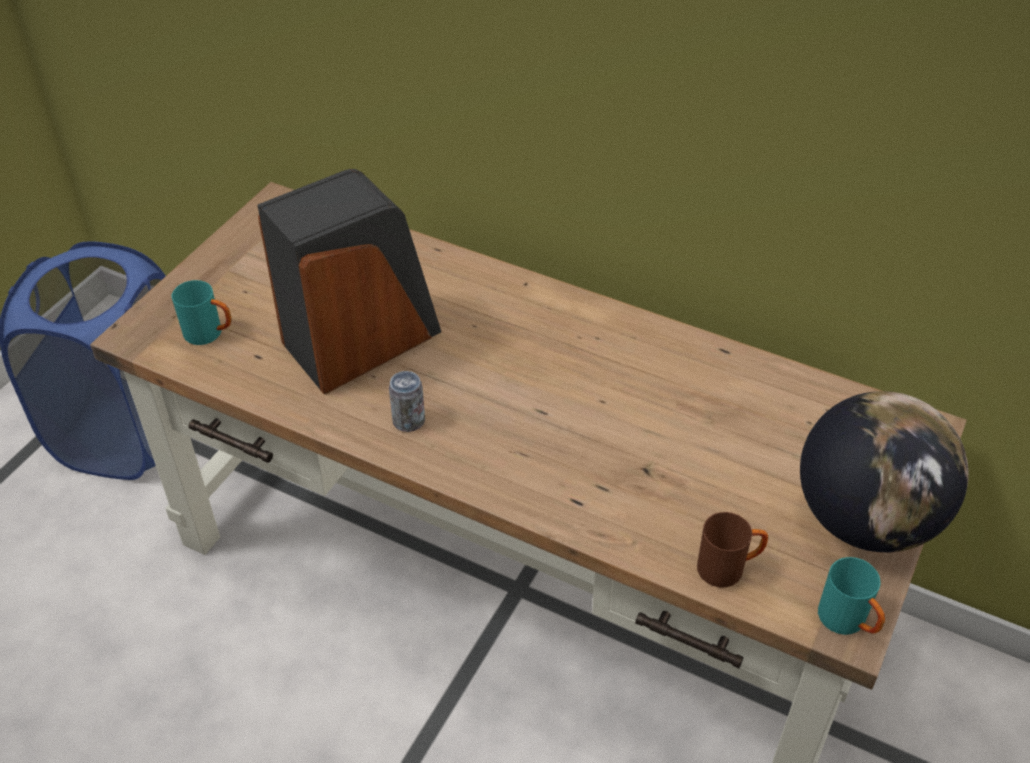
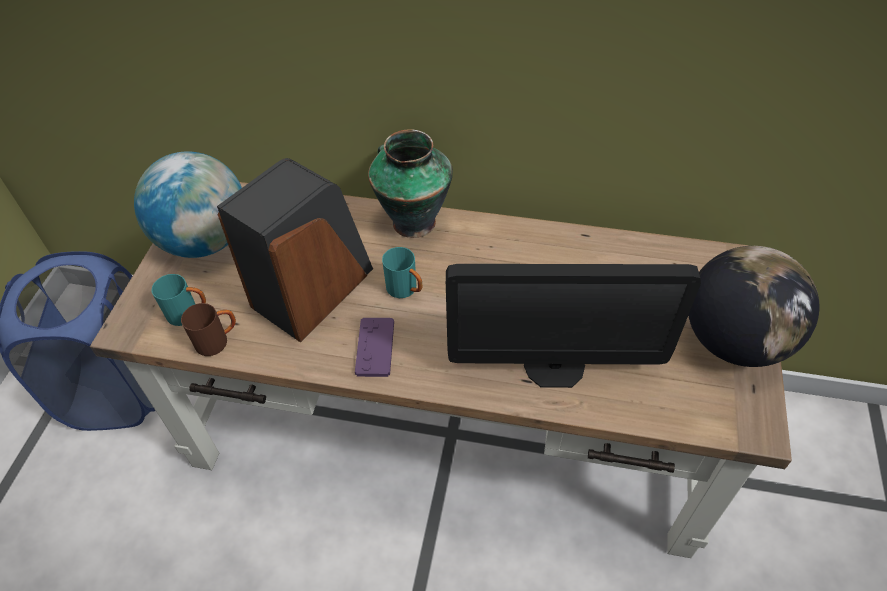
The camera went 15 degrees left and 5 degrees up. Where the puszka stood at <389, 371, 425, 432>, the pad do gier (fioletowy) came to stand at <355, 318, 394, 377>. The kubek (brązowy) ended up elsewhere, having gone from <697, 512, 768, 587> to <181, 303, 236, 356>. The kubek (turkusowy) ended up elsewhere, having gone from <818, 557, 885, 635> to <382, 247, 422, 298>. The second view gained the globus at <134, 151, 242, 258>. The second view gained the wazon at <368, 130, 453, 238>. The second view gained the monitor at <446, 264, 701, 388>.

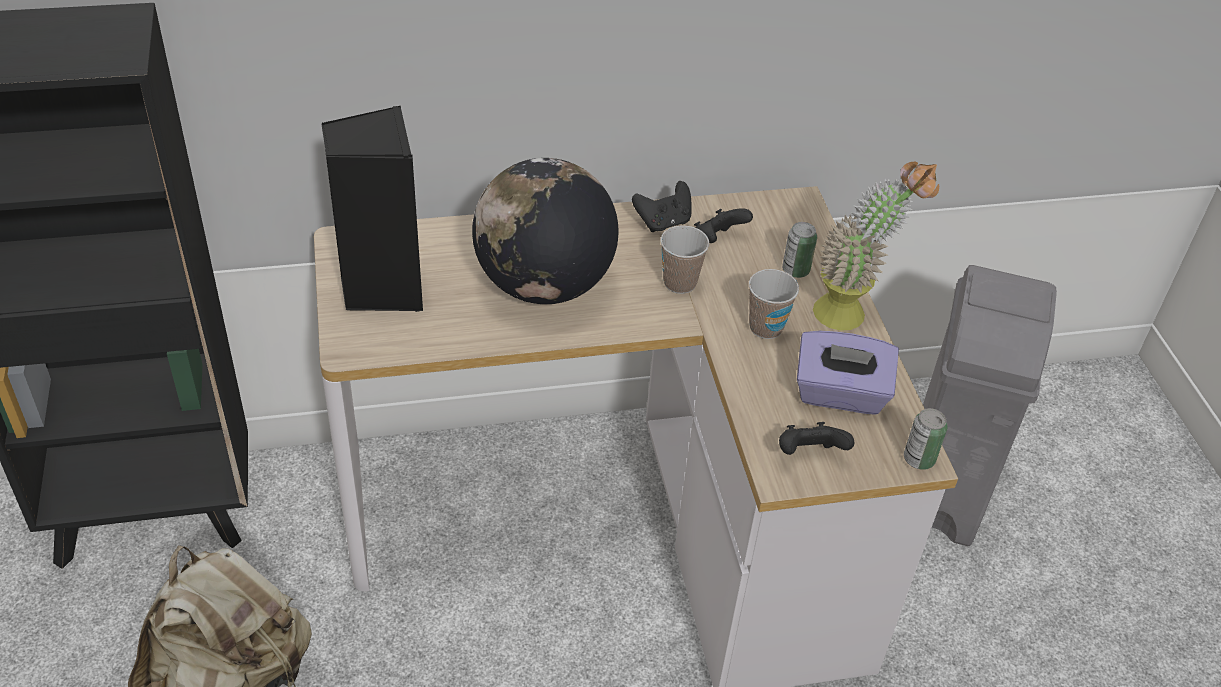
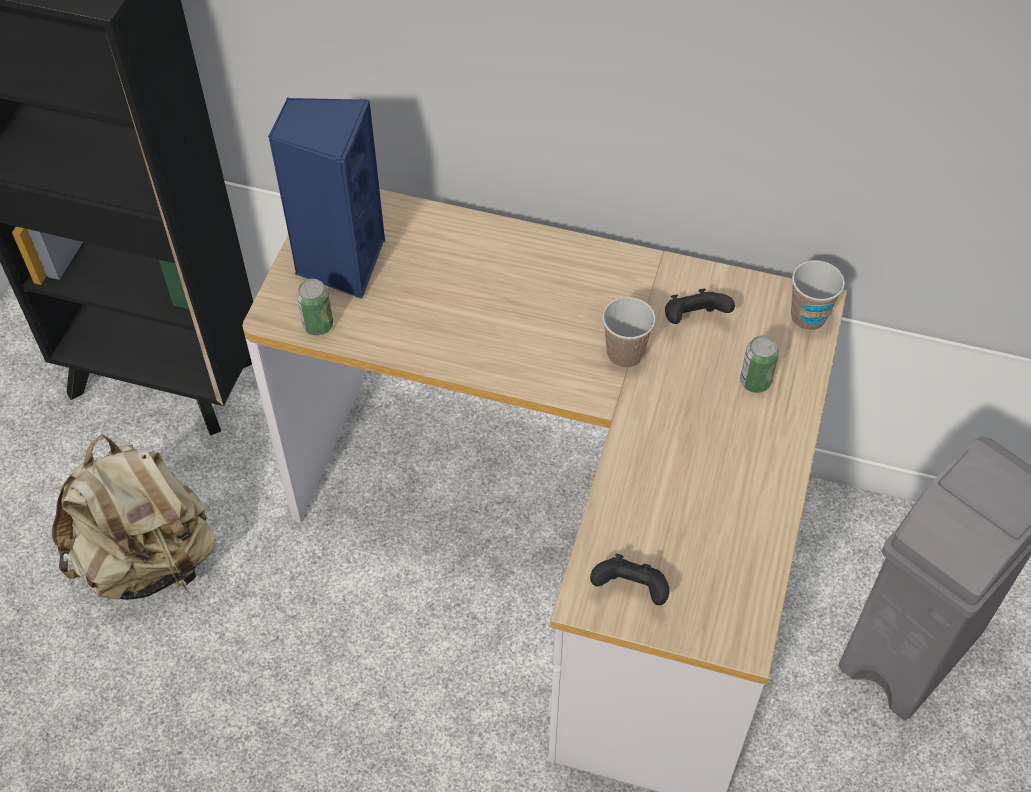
The camera went 30 degrees right and 10 degrees up. What was the głośnik (czarny) at <321, 106, 423, 312> turned into the głośnik (niebieski) at <268, 98, 385, 299>. The second view lost the globus at <472, 158, 619, 304>. The second view lost the pad do gier (czarny) at <632, 181, 692, 232>. The filiżanka ended up elsewhere, having gone from <749, 269, 799, 339> to <791, 260, 845, 331>. The second view lost the pudełko chusteczek (fioletowy) at <797, 331, 899, 415>. The second view lost the roślina doniczkowa at <813, 162, 939, 331>. The puszka ended up elsewhere, having gone from <904, 408, 948, 470> to <297, 279, 333, 335>.

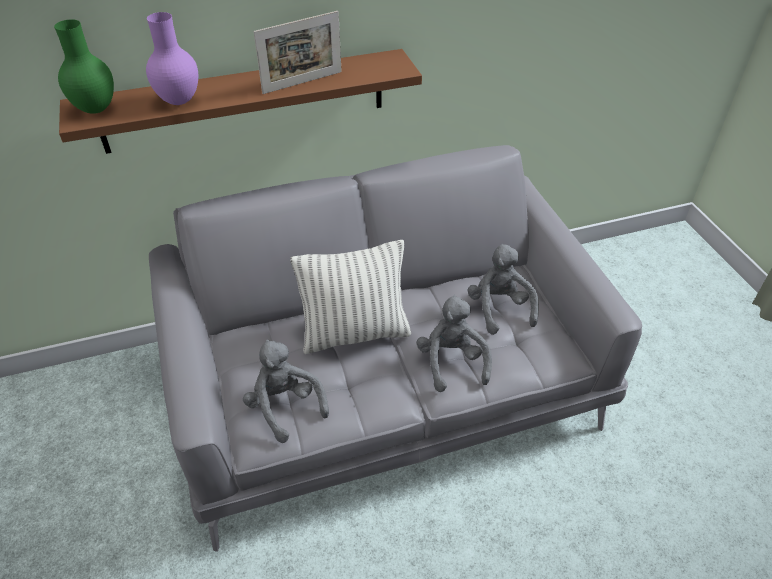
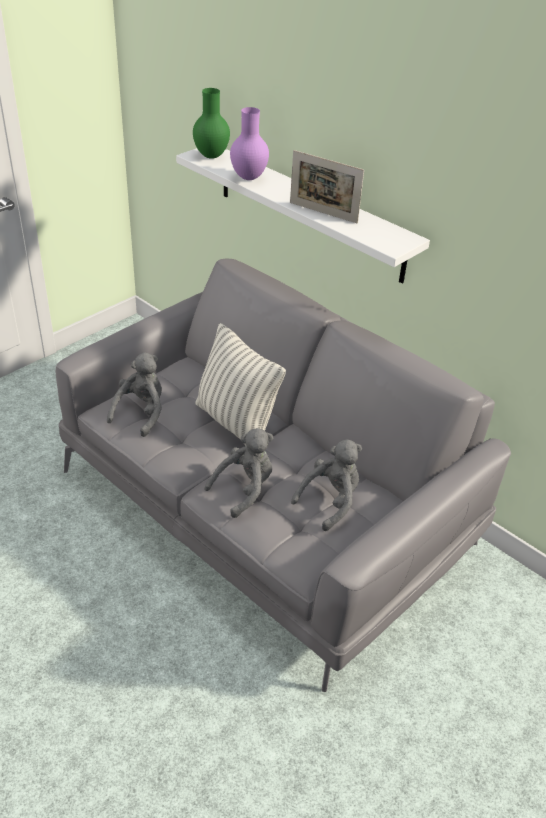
The camera went 60 degrees right and 5 degrees down. What was the półka (brązowy) at <59, 49, 422, 154> turned into the półka (biały) at <176, 148, 430, 284>.

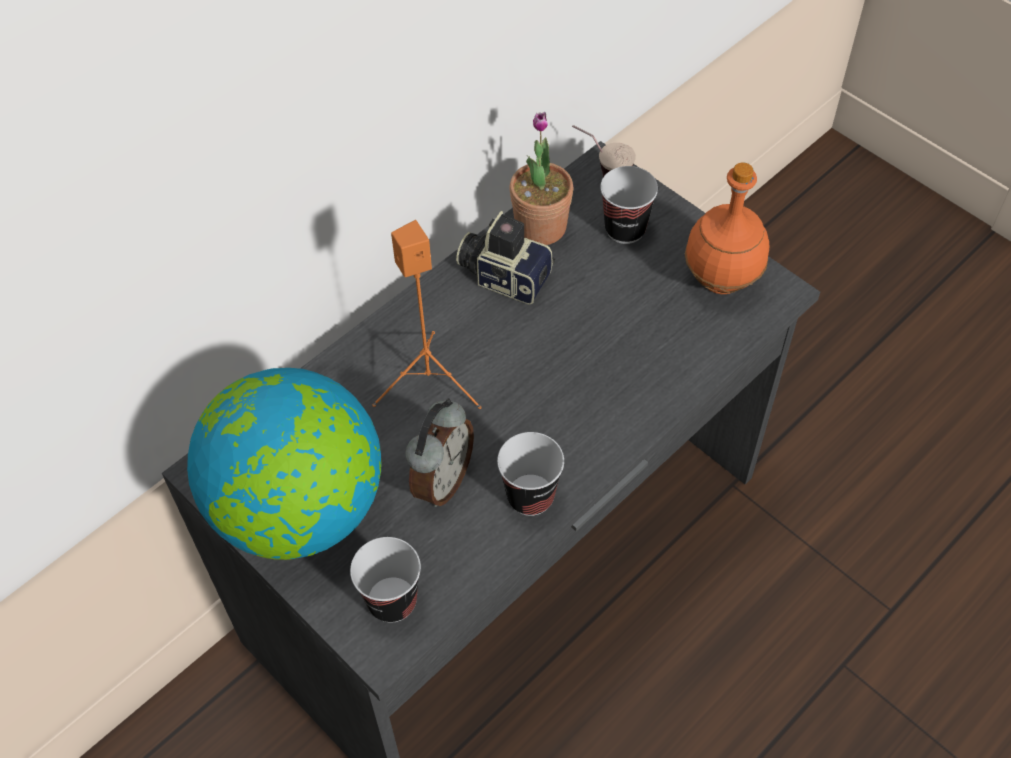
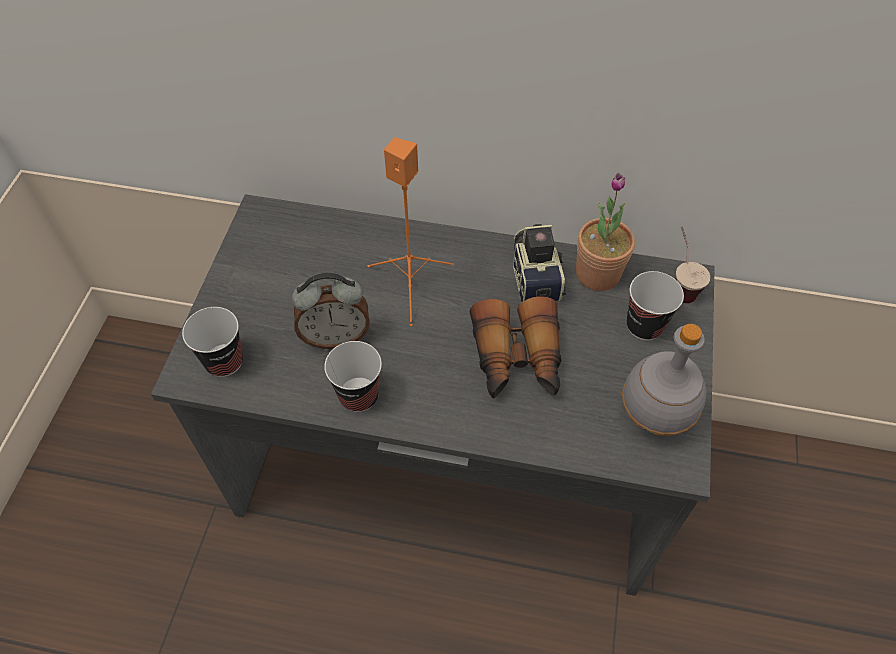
The camera went 55 degrees right and 0 degrees up. The second view lost the globus at <187, 368, 382, 560>. What was the butelka (pomarańczowy) at <685, 162, 769, 294> turned into the butelka (szary) at <622, 324, 707, 436>. The second view gained the lornetka at <470, 296, 561, 398>.

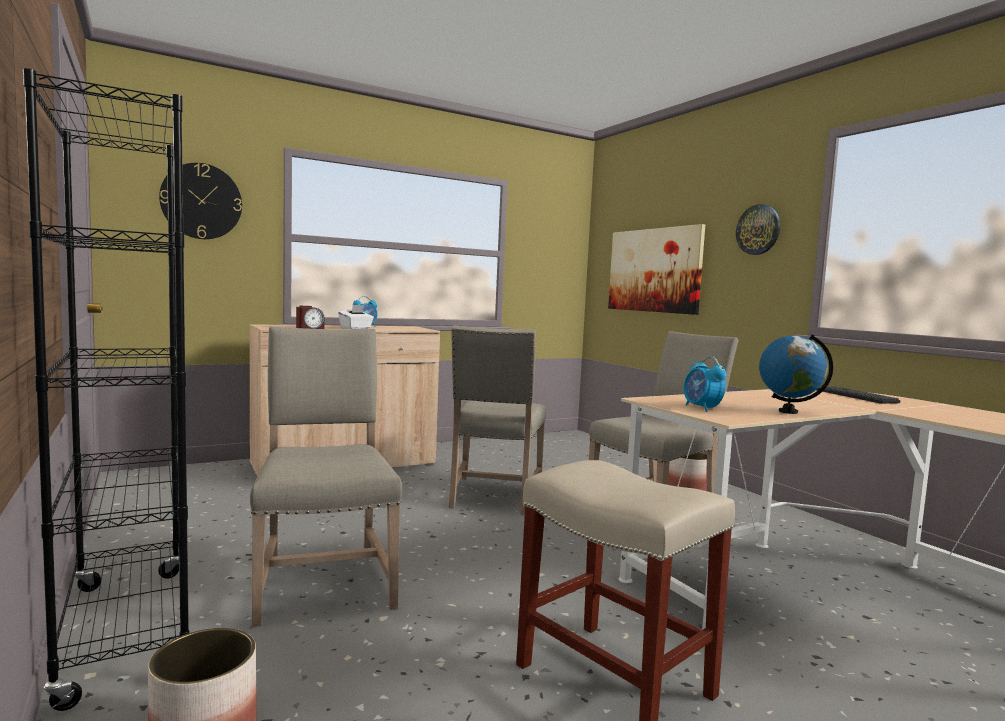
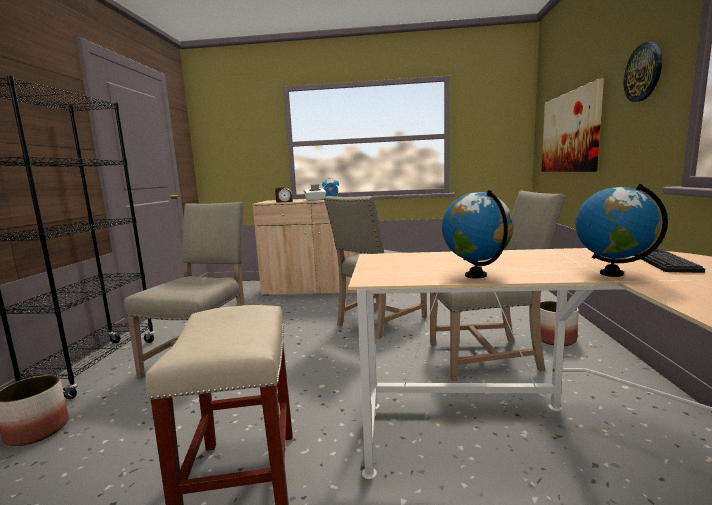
The camera went 35 degrees right and 5 degrees up. The second view lost the zegar ścienny at <159, 163, 242, 239>. The second view lost the budzik at <684, 356, 726, 412>. The second view gained the globus at <576, 183, 668, 277>.

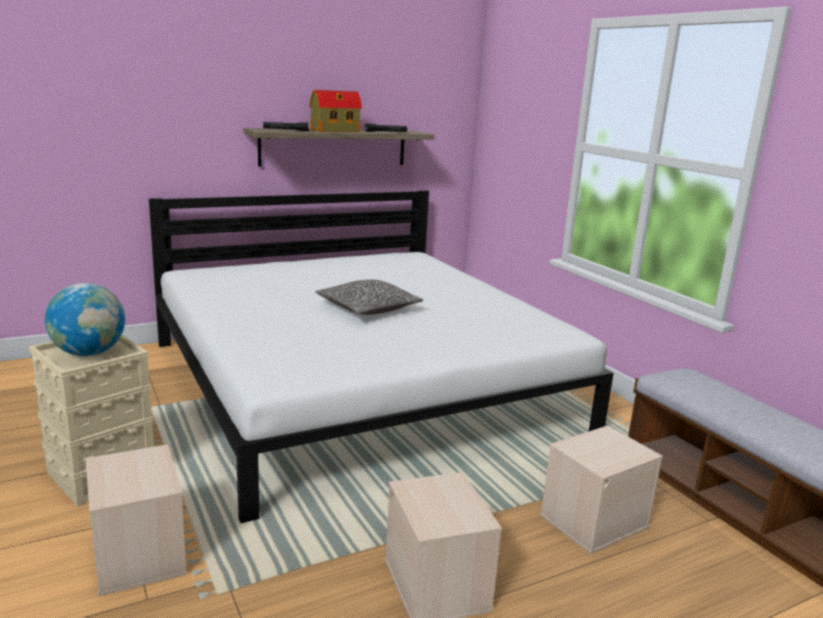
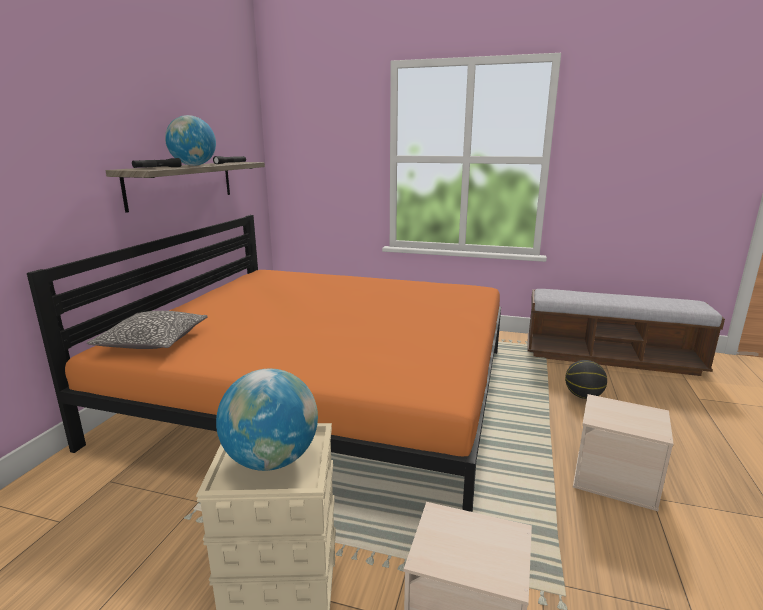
The camera went 45 degrees left and 0 degrees up. What was the łóżko (biały) at <149, 190, 614, 523> turned into the łóżko (pomarańczowy) at <27, 215, 501, 512>. Where the domek stood at <309, 90, 362, 132>, the globus came to stand at <165, 115, 216, 166>. The poduszka ended up elsewhere, having gone from <315, 280, 423, 315> to <87, 311, 208, 349>. Where the pojemnik do przechowywania (beżowy) stood at <540, 425, 663, 554>, the piłka do koszykówki came to stand at <565, 360, 607, 399>.

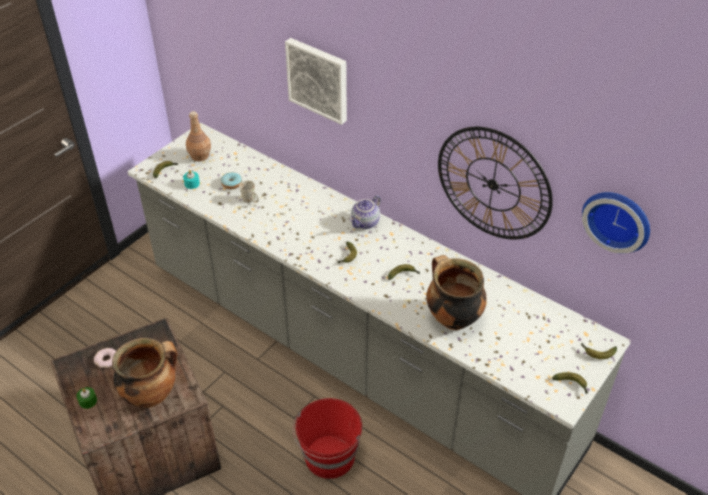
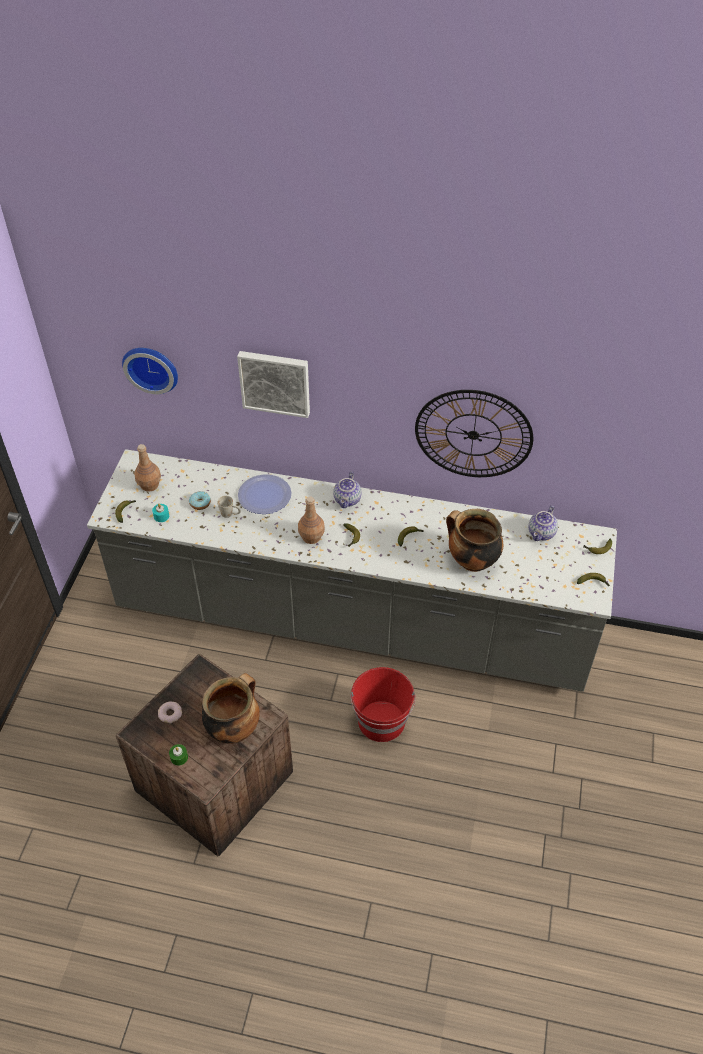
The camera went 25 degrees left and 5 degrees up. The zegar ścienny ended up elsewhere, having gone from <582, 192, 650, 254> to <122, 348, 178, 394>. The second view gained the talerz at <238, 474, 292, 514>. The second view gained the butelka (brązowy) at <298, 496, 325, 544>. The second view gained the imbryk at <528, 505, 558, 541>.

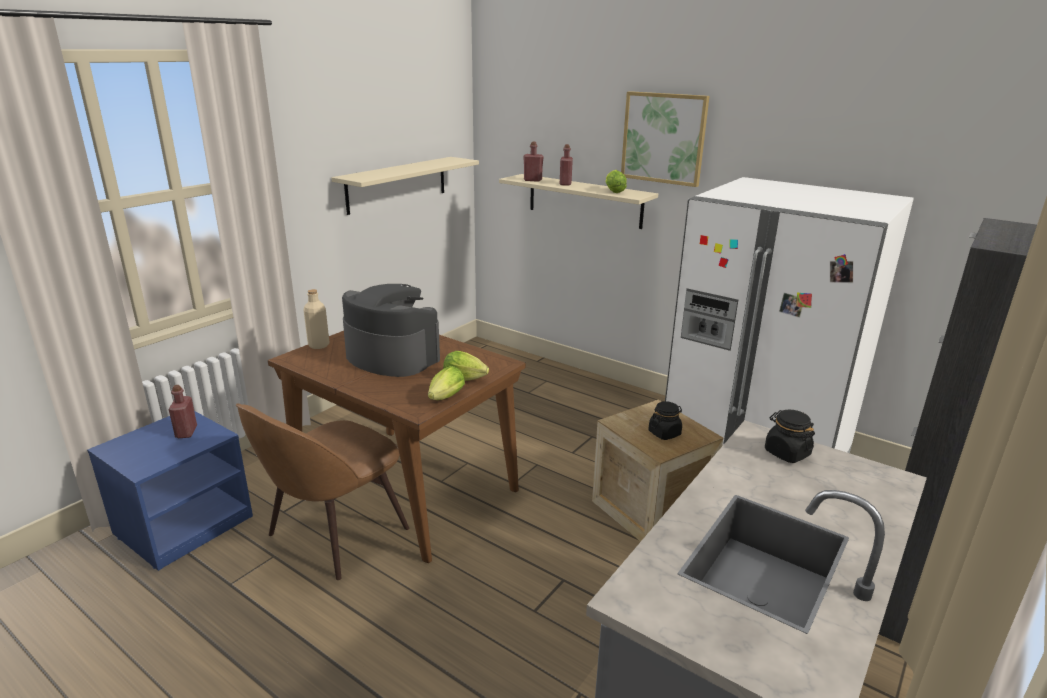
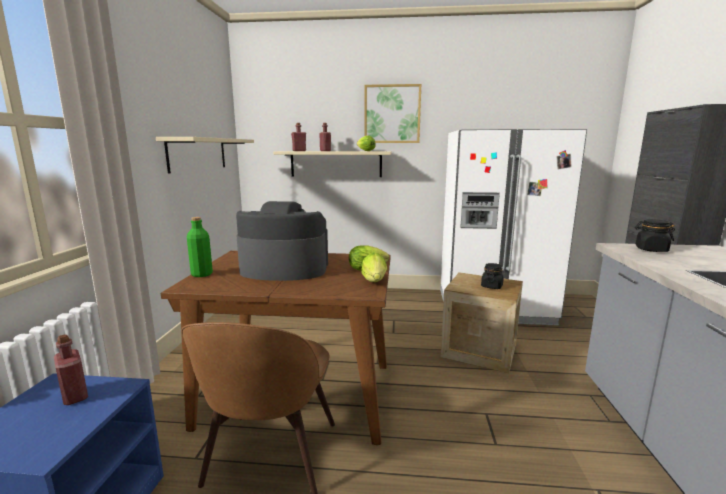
The camera went 30 degrees left and 10 degrees down. What was the butelka (beżowy) at <303, 289, 329, 349> turned into the butelka (zielony) at <187, 217, 213, 277>.

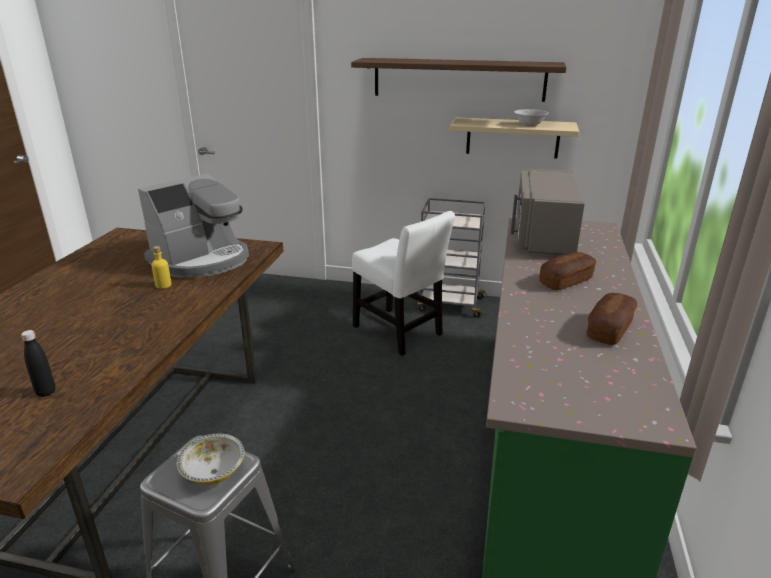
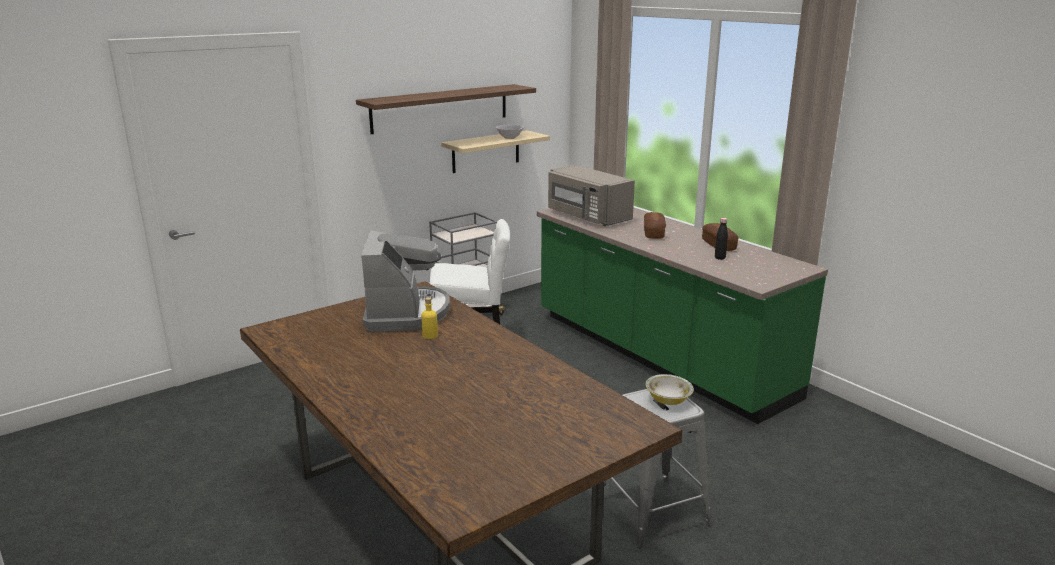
The camera went 50 degrees left and 5 degrees down. The butelka (czarny) ended up elsewhere, having gone from <21, 330, 56, 397> to <715, 218, 728, 260>.

